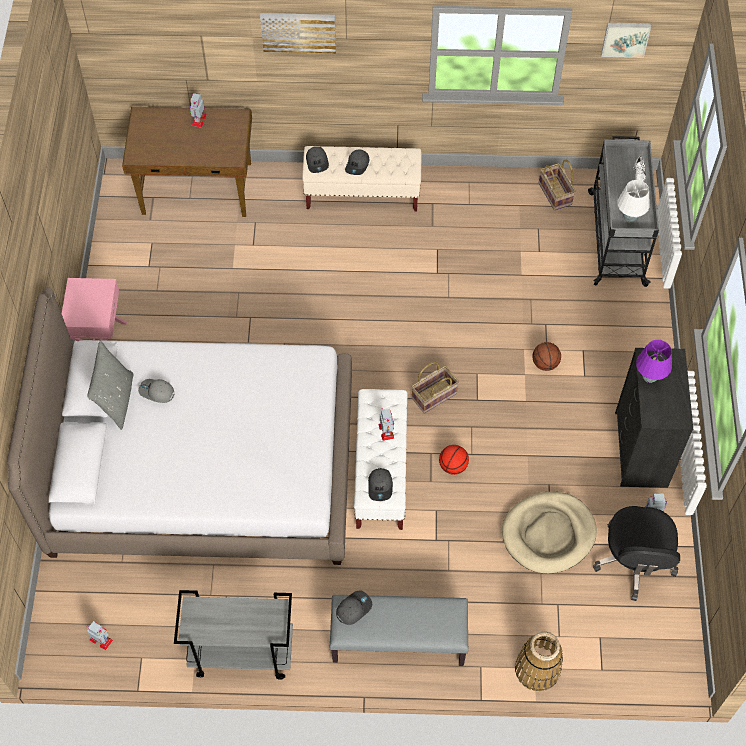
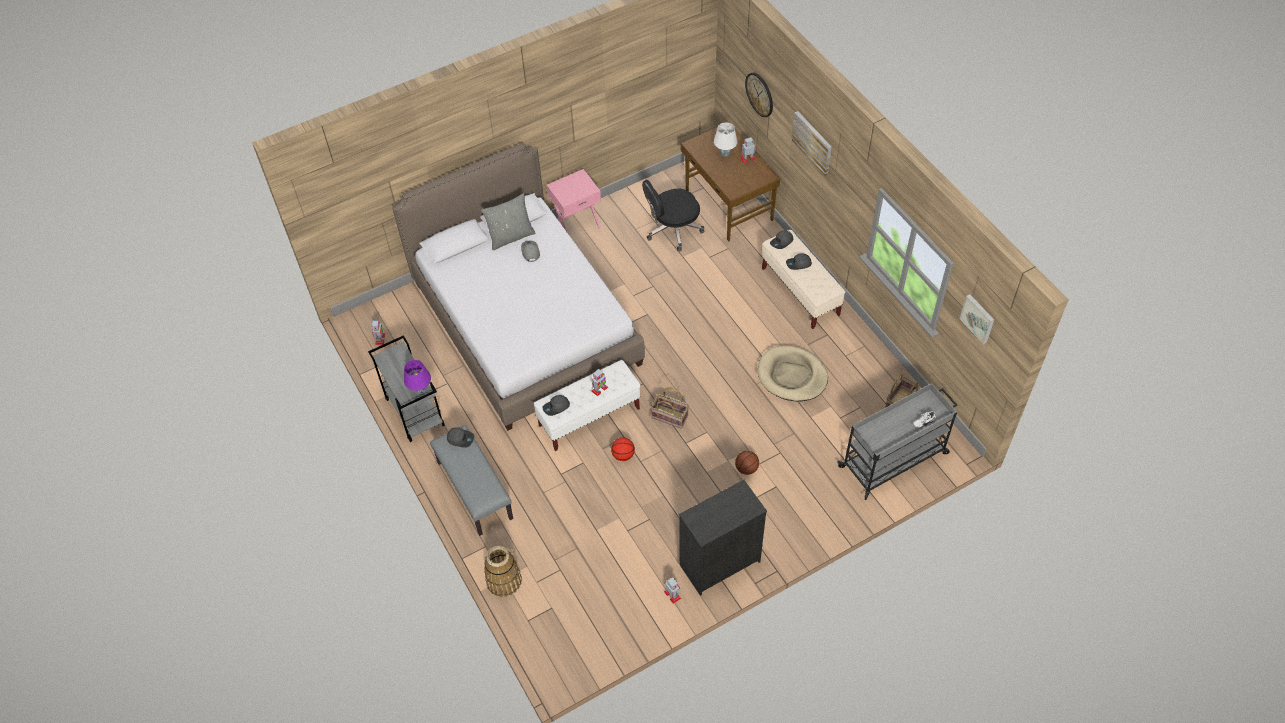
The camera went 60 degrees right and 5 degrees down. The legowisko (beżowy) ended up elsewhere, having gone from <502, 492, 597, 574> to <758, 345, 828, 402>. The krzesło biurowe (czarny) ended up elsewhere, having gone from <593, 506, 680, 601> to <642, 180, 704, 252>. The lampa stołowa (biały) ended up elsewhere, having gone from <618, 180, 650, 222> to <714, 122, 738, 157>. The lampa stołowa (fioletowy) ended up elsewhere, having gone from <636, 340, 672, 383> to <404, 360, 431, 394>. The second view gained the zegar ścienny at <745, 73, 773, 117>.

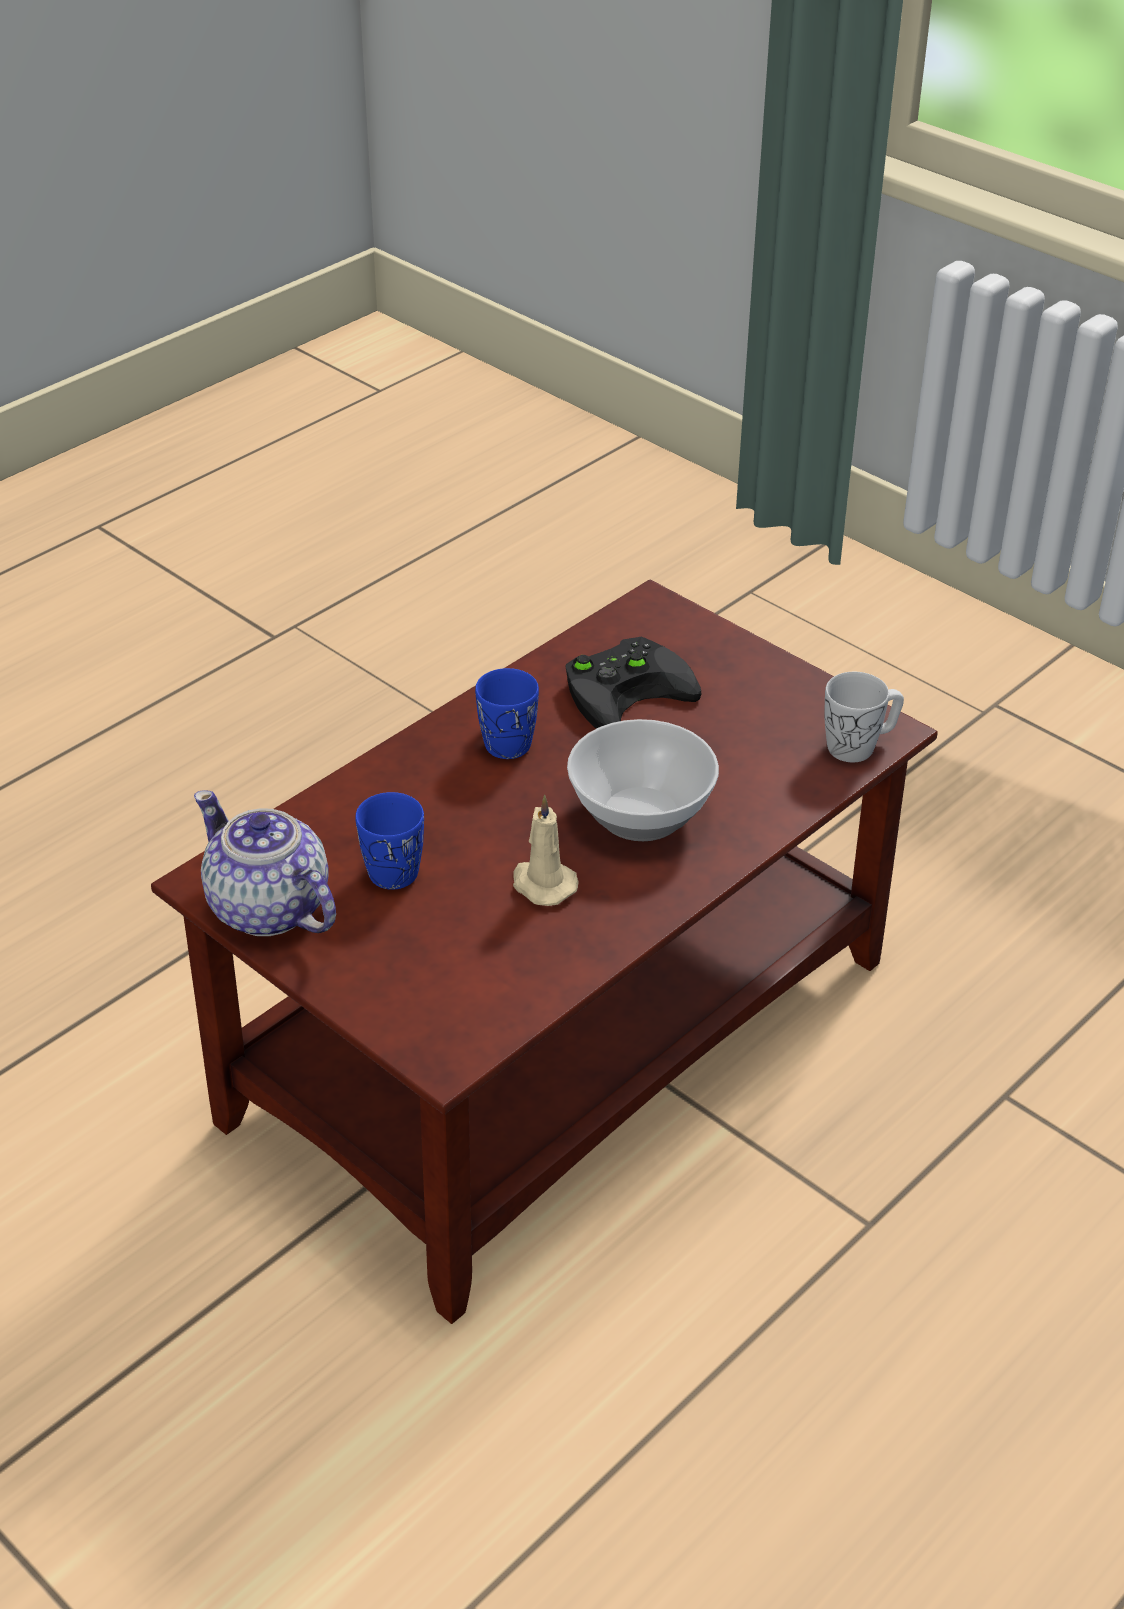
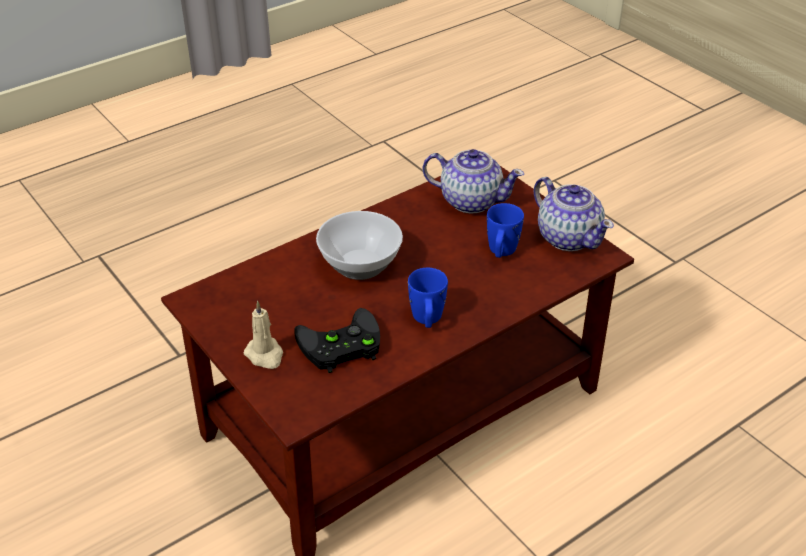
The camera went 170 degrees left and 0 degrees up. The świeca (beżowy) ended up elsewhere, having gone from <513, 795, 579, 906> to <244, 301, 283, 369>. The second view lost the kubek (biały) at <824, 672, 904, 762>. The second view gained the imbryk at <423, 149, 524, 214>.

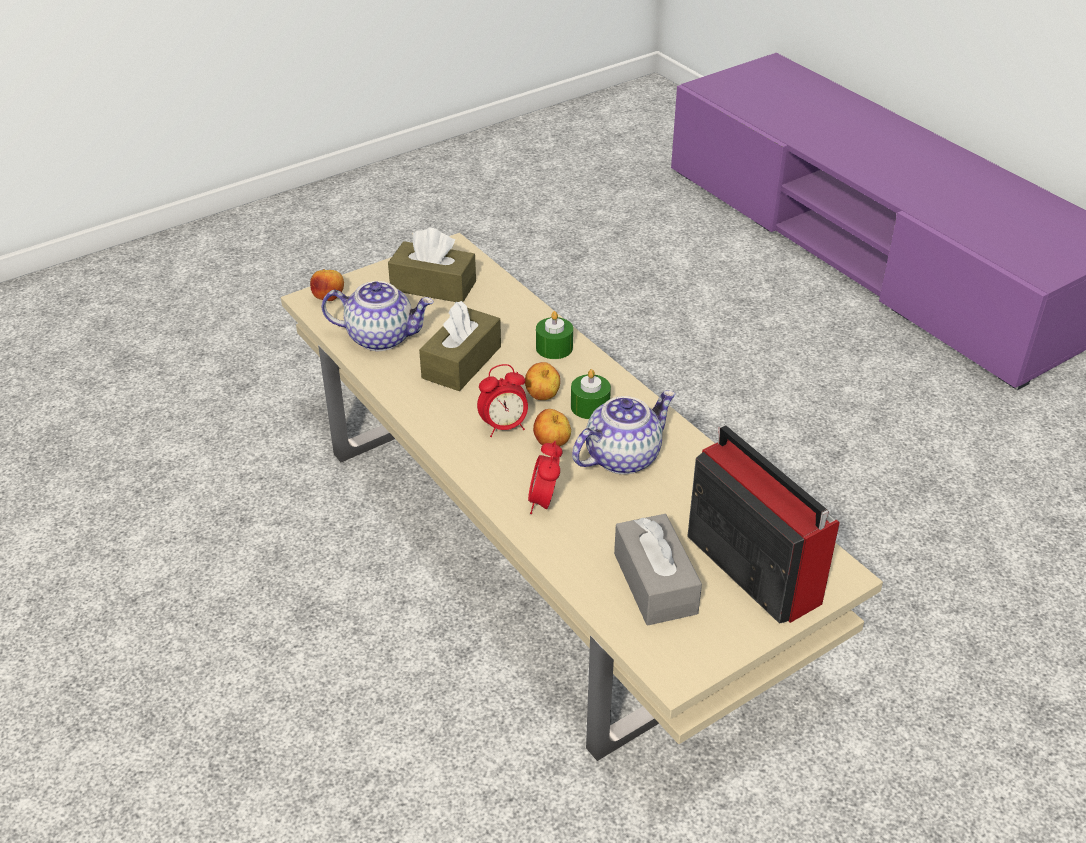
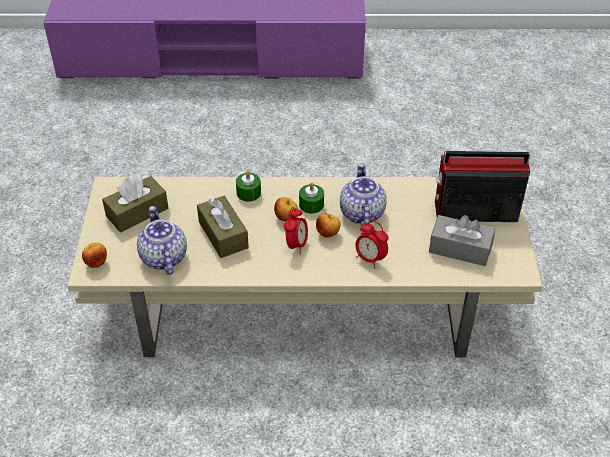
The camera went 55 degrees left and 5 degrees up. The imbryk at <322, 281, 434, 351> ended up facing another way, 60 degrees counterclockwise from before.

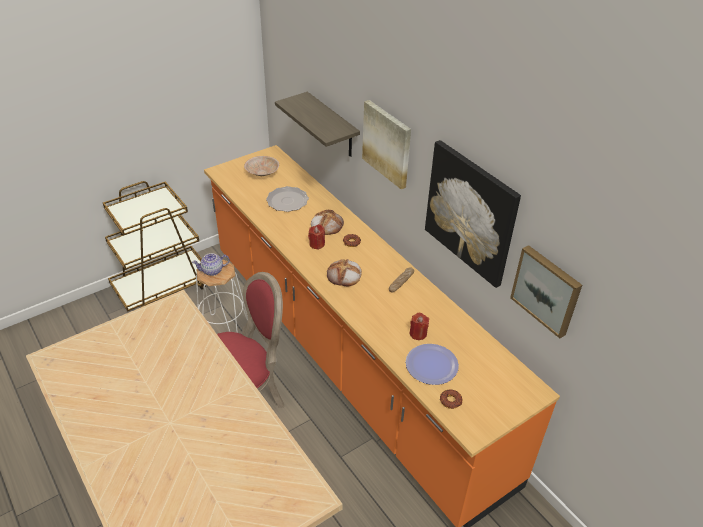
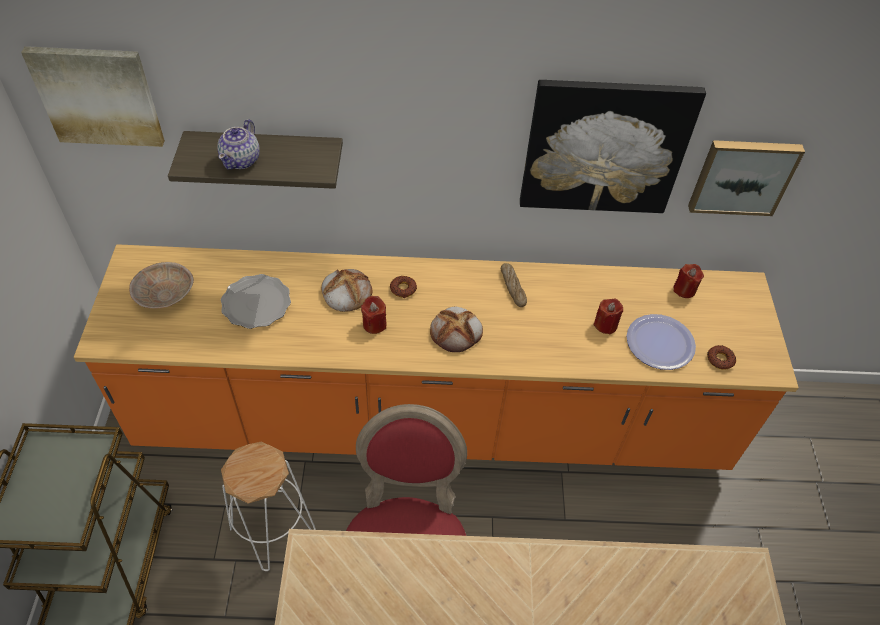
The camera went 55 degrees left and 10 degrees up. The imbryk ended up elsewhere, having gone from <192, 253, 230, 276> to <217, 119, 259, 170>. The obraz ended up elsewhere, having gone from <362, 100, 411, 189> to <21, 46, 165, 147>. The second view gained the świeca (czerwony) at <673, 264, 704, 298>.

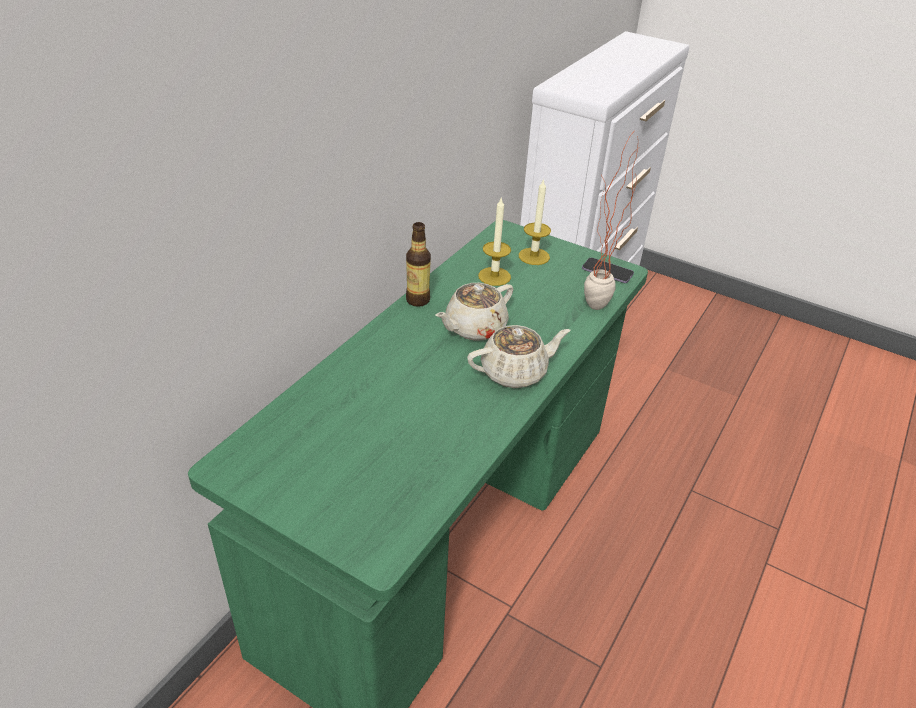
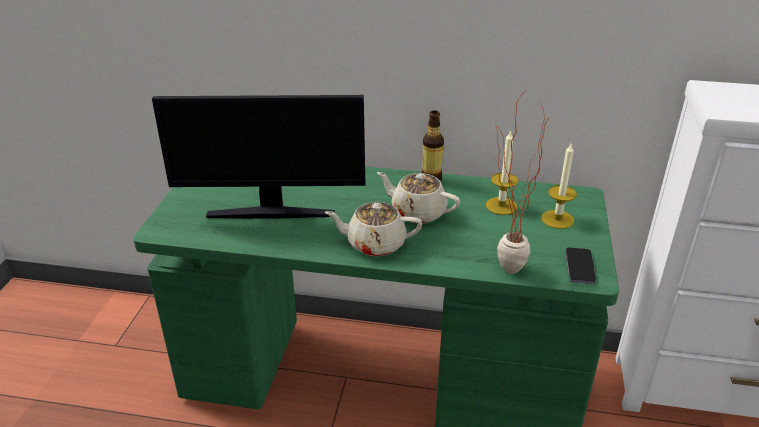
The camera went 70 degrees right and 5 degrees down. The imbryk (beżowy) at <467, 325, 570, 388> ended up facing another way, 135 degrees clockwise from before. The second view gained the monitor at <152, 95, 365, 219>.

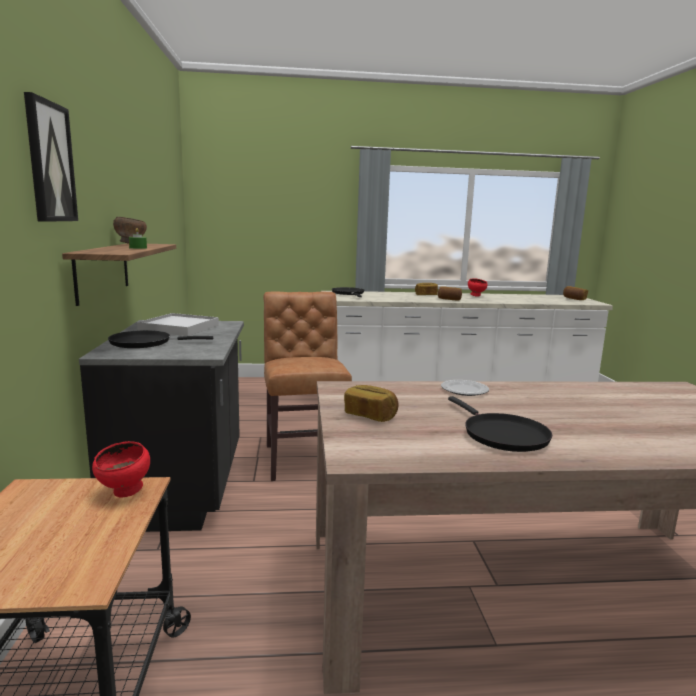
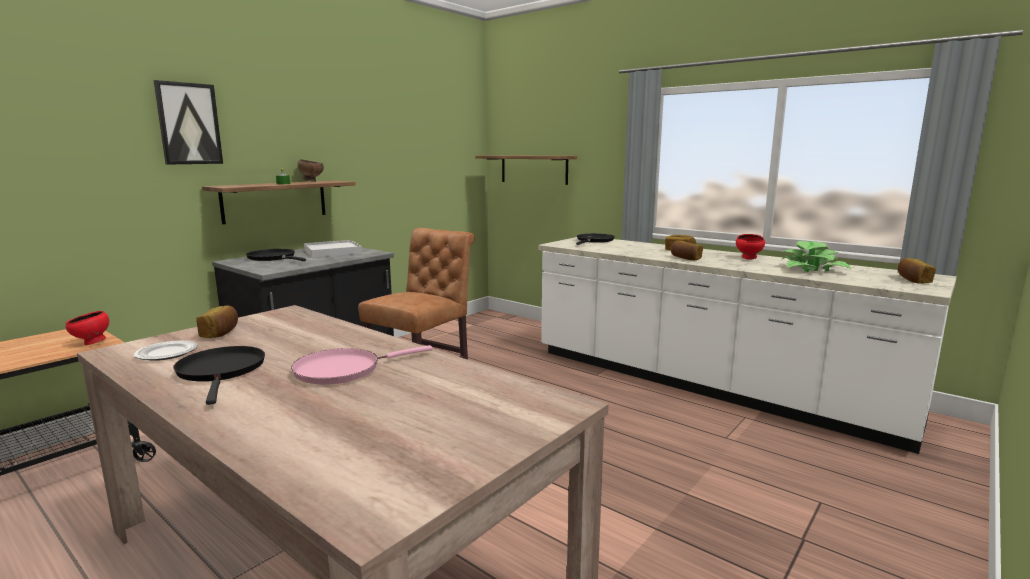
The camera went 45 degrees right and 0 degrees up. The talerz ended up elsewhere, having gone from <441, 380, 489, 396> to <134, 340, 198, 361>. The patelnia (czarny) at <448, 396, 552, 452> ended up facing another way, 135 degrees clockwise from before. The second view gained the patelnia (różowy) at <291, 345, 433, 385>. The second view gained the półka at <475, 155, 577, 185>. The second view gained the roślina doniczkowa at <781, 241, 852, 272>.

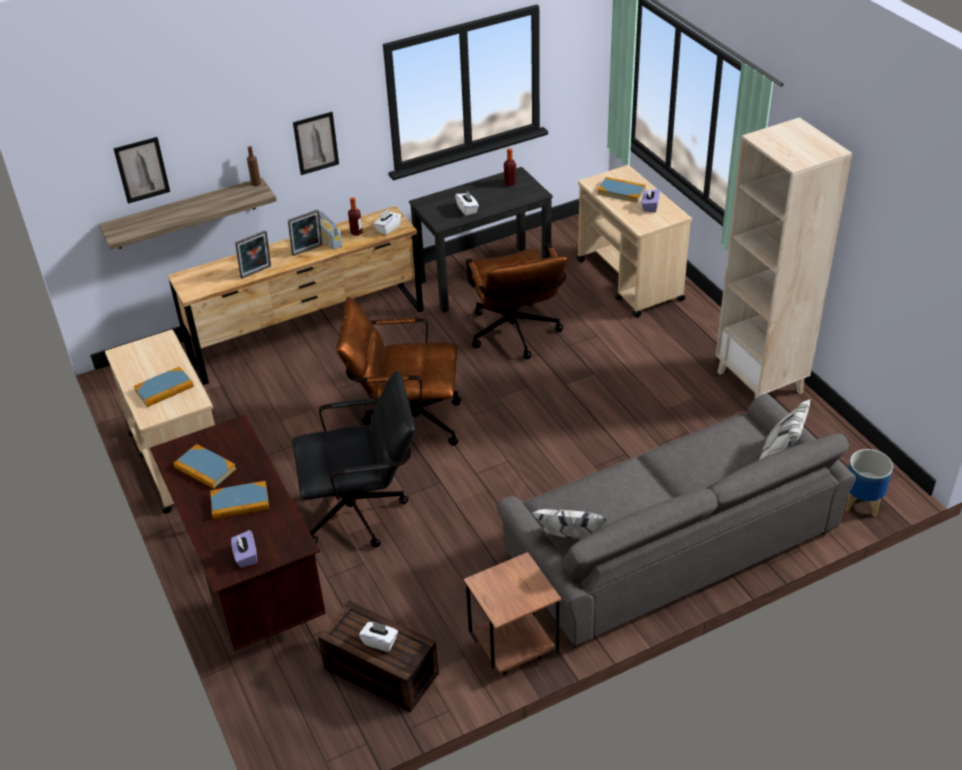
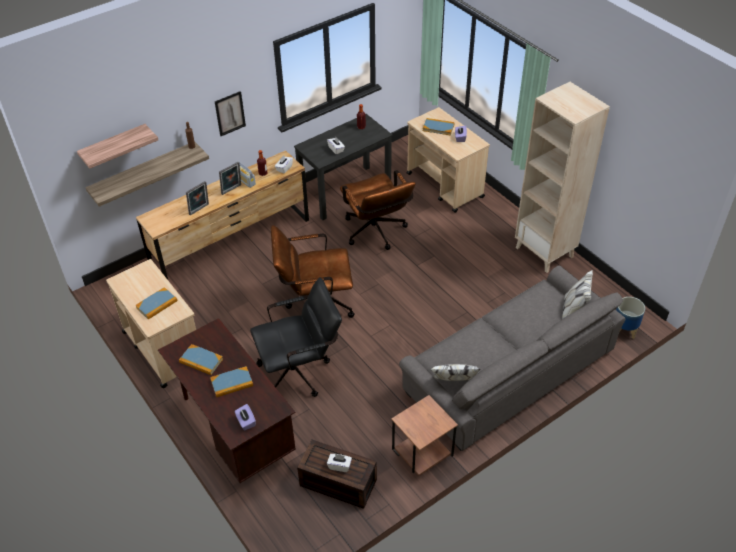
The camera went 10 degrees left and 5 degrees up. Where the obraz hung at <113, 137, 170, 204>, the półka came to hang at <77, 124, 158, 169>.

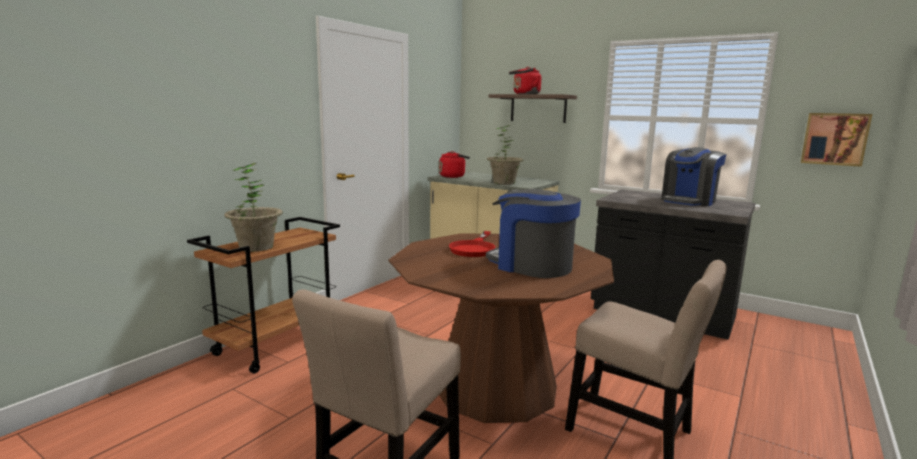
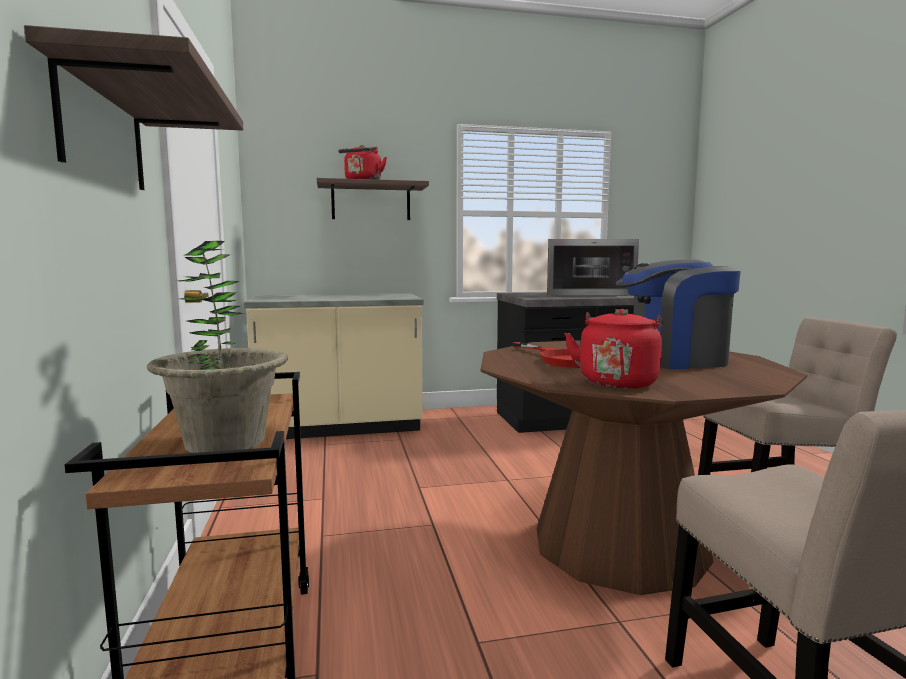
The camera went 45 degrees left and 5 degrees down. The czajnik (czerwony) ended up elsewhere, having gone from <439, 151, 470, 178> to <564, 308, 663, 389>. The second view lost the roślina doniczkowa at <487, 125, 524, 185>. Where the ekspres do kawy stood at <661, 147, 727, 206>, the mikrofalówka came to stand at <547, 239, 639, 296>. The second view lost the obraz at <801, 113, 872, 167>. The second view gained the półka at <24, 25, 243, 190>.

